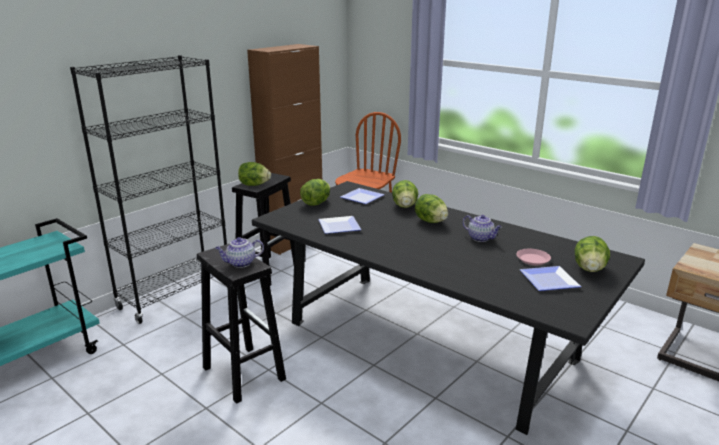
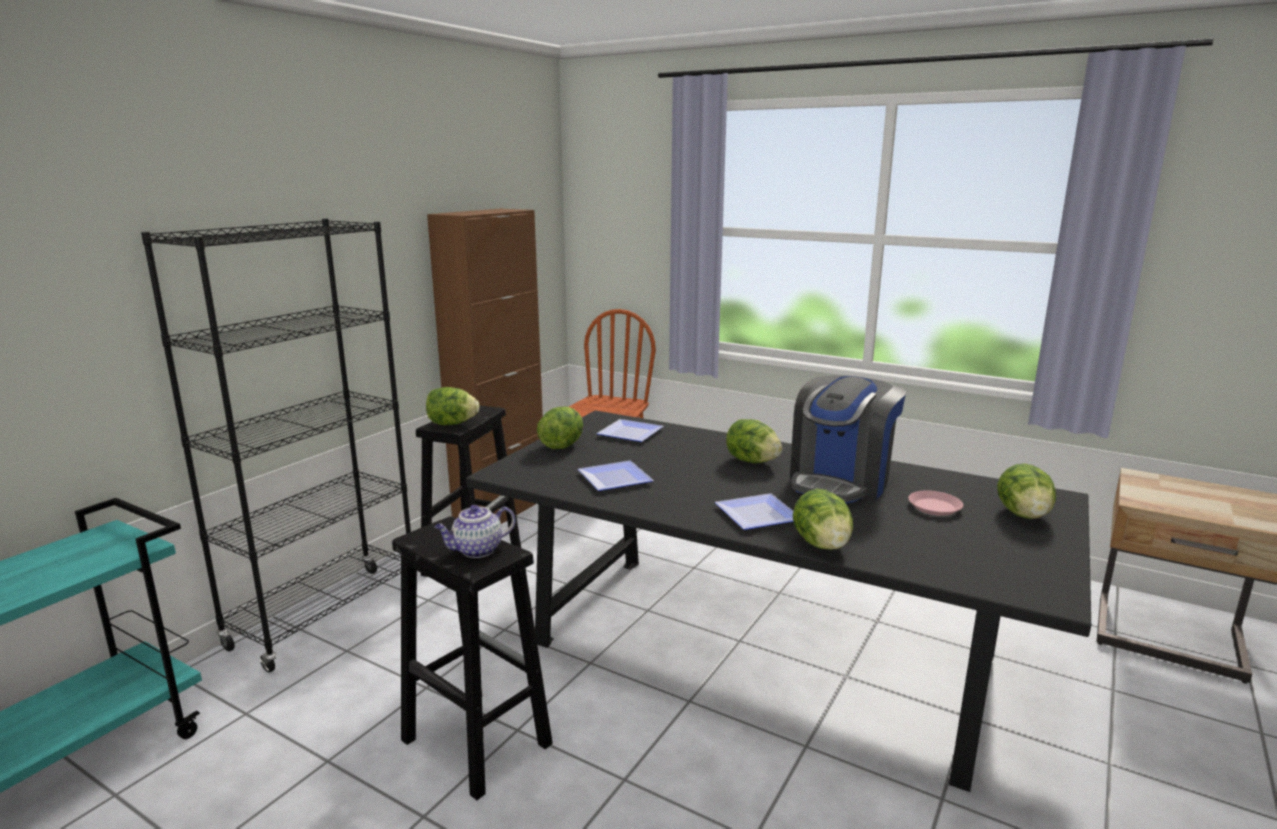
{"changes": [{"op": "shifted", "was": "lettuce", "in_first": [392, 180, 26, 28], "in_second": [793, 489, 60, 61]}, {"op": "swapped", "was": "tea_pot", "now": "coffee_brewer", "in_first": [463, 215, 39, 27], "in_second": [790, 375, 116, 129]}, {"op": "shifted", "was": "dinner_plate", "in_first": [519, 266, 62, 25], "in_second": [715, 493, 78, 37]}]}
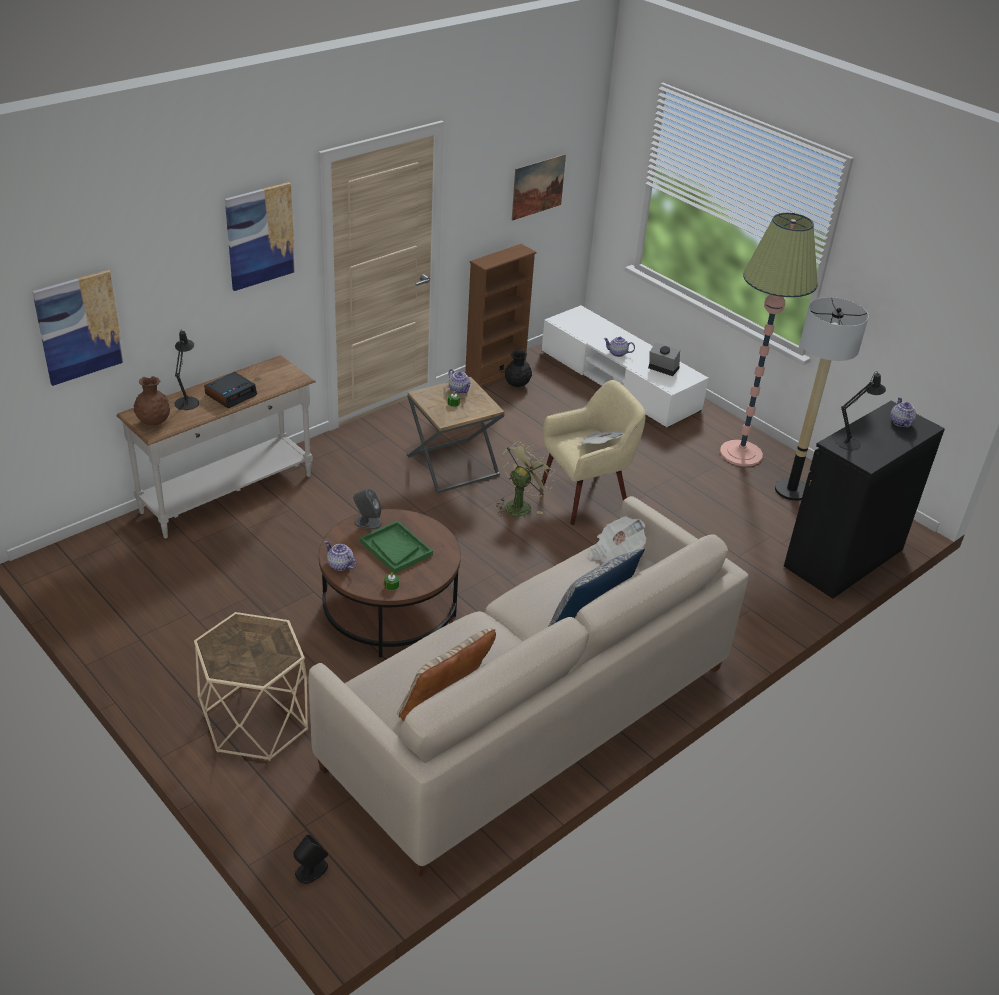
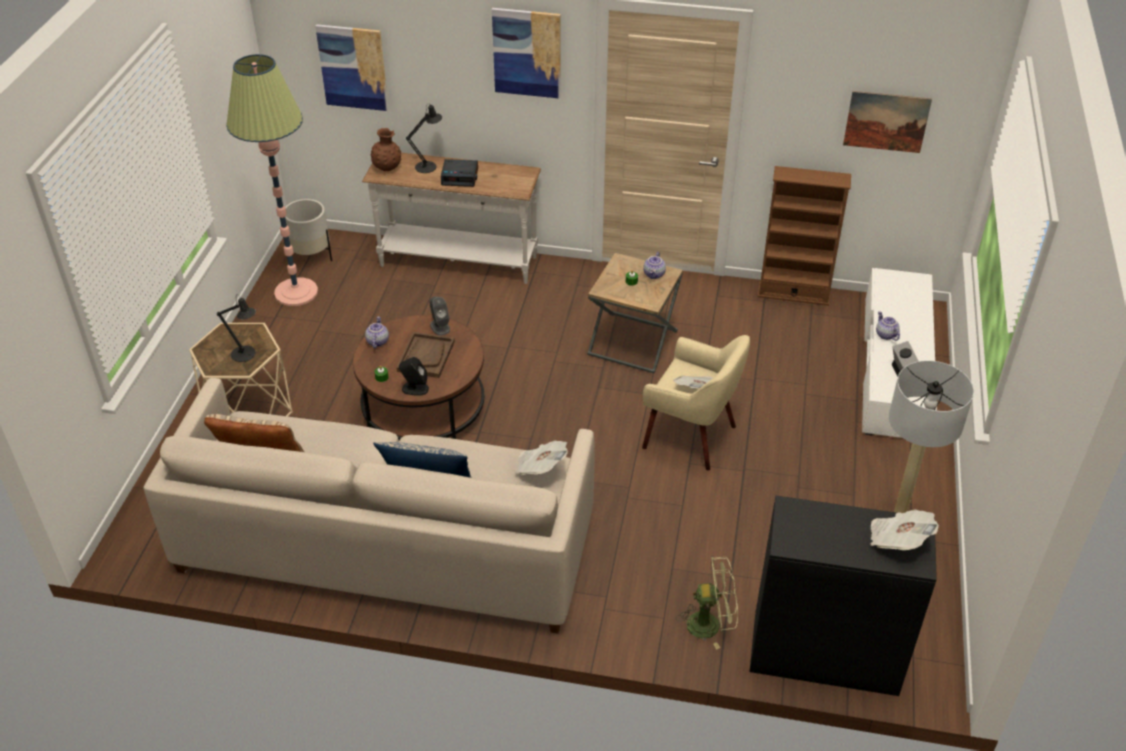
{"changes": [{"op": "shifted", "was": "black_speaker", "in_first": [293, 835, 35, 49], "in_second": [399, 357, 30, 39]}, {"op": "repainted", "was": "green_tray", "now": "brownish_tray", "in_first": [360, 520, 73, 54], "in_second": [396, 332, 59, 46]}, {"op": "shifted", "was": "green_electric_fan", "in_first": [496, 441, 59, 76], "in_second": [676, 556, 62, 93]}, {"op": "gone", "was": "black_vase", "in_first": [505, 350, 27, 37]}, {"op": "shifted", "was": "standard_lamp", "in_first": [720, 213, 98, 254], "in_second": [226, 54, 92, 252]}, {"op": "shifted", "was": "black_tabletop_lamp", "in_first": [835, 371, 51, 79], "in_second": [217, 295, 39, 67]}, {"op": "swapped", "was": "tea_pot", "now": "newspaper", "in_first": [890, 397, 26, 30], "in_second": [870, 509, 69, 41]}, {"op": "new", "now": "white-coloured_plant_pot", "in_second": [285, 199, 47, 62]}]}
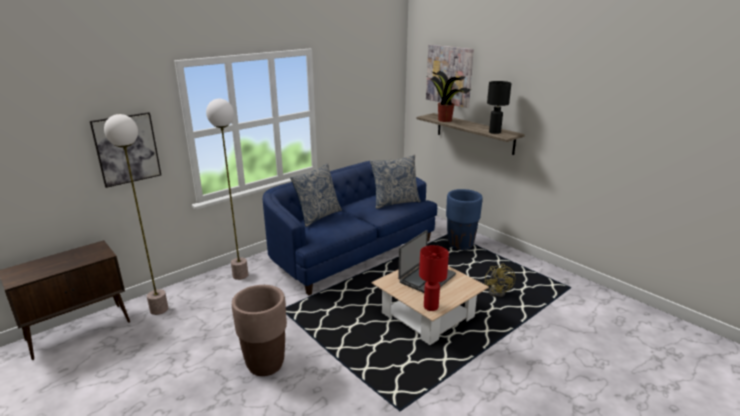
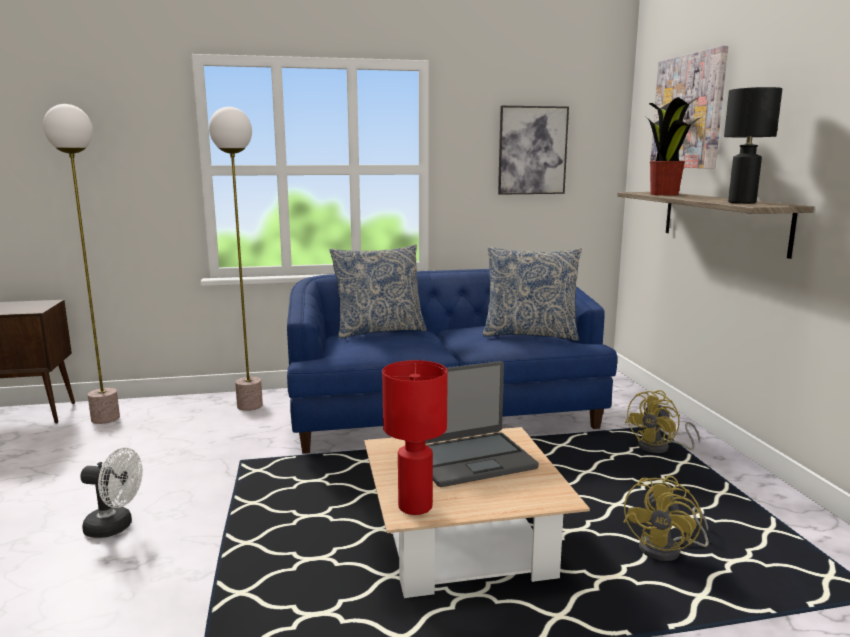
{"changes": [{"op": "shifted", "was": "wall_picture", "in_first": [90, 112, 71, 76], "in_second": [498, 106, 71, 89]}, {"op": "swapped", "was": "brownish_plant_pot", "now": "white-coloured_electric_fan", "in_first": [232, 285, 55, 91], "in_second": [80, 448, 63, 90]}, {"op": "swapped", "was": "blue_plant_pot", "now": "yellow_electric_fan", "in_first": [446, 189, 37, 61], "in_second": [625, 390, 75, 63]}]}
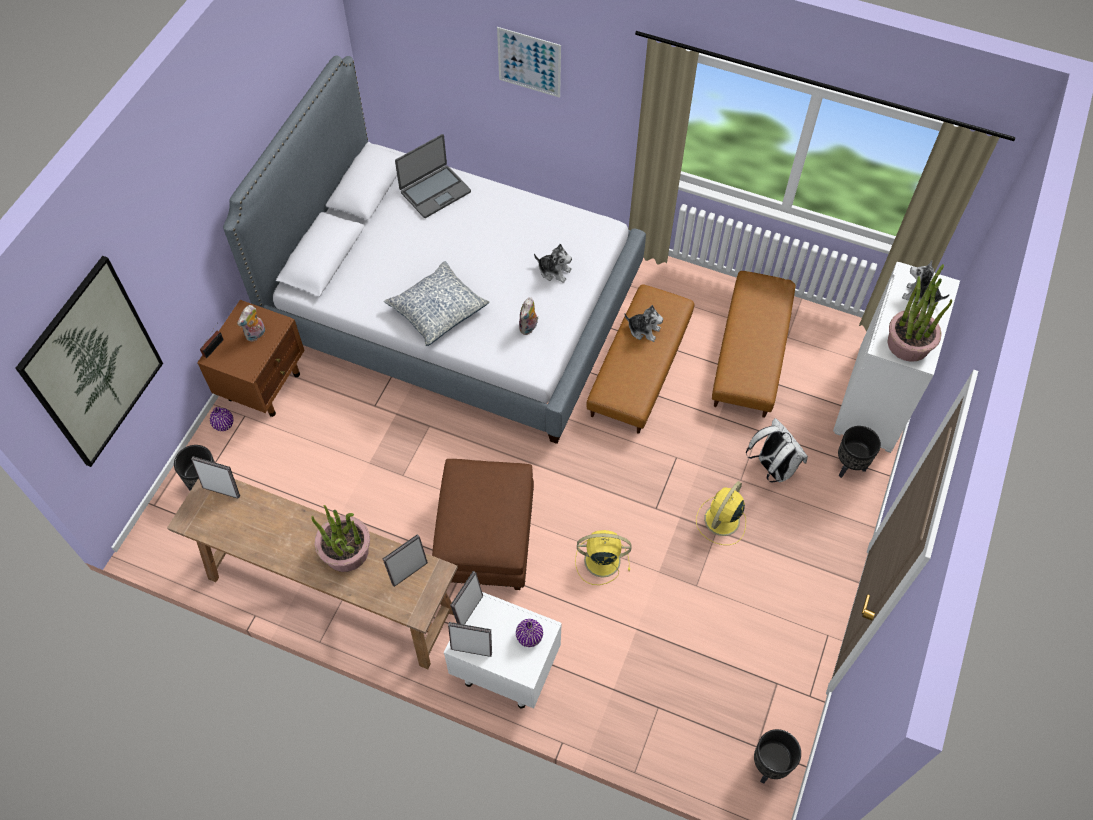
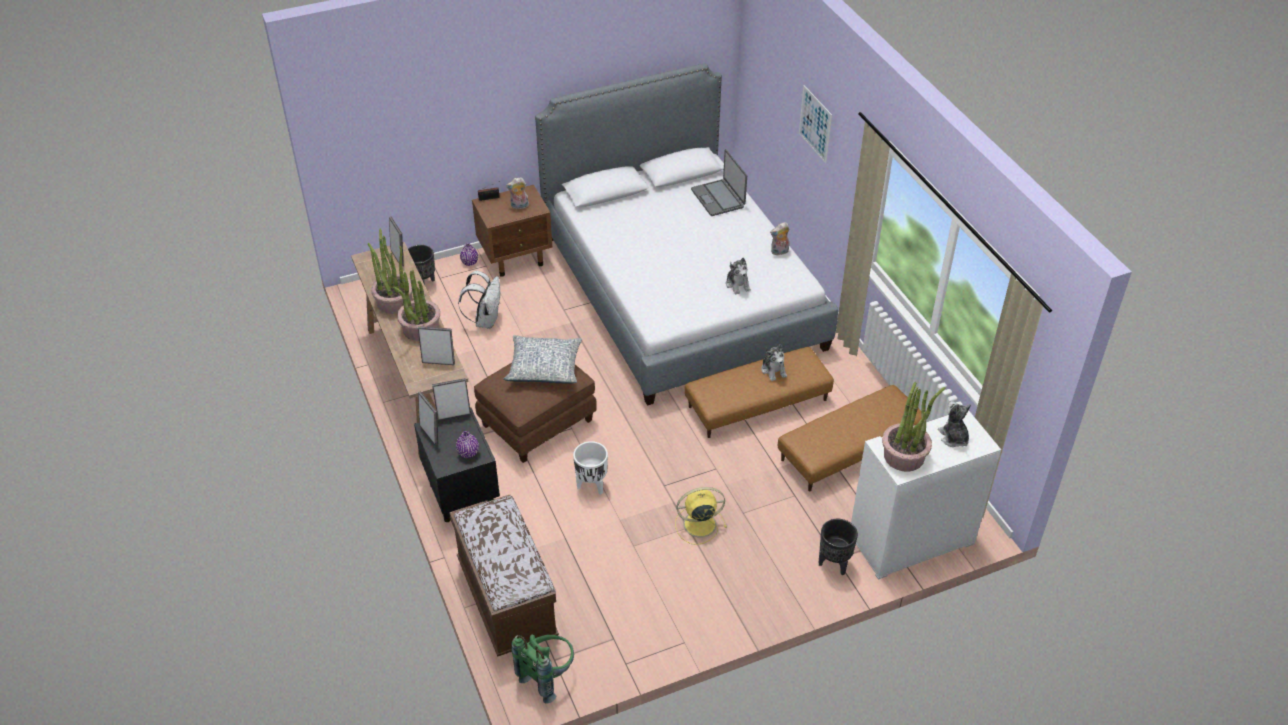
{"changes": [{"op": "gone", "was": "wall_picture", "in_first": [15, 256, 148, 211]}, {"op": "shifted", "was": "cushion", "in_first": [384, 261, 105, 85], "in_second": [504, 335, 78, 49]}, {"op": "rotated", "was": "portable_computer", "in_first": [395, 134, 76, 84], "in_second": [691, 149, 56, 67], "clockwise": 60}, {"op": "repainted", "was": "white-coloured_nightstand", "now": "black_nightstand", "in_first": [444, 592, 118, 117], "in_second": [414, 407, 86, 115]}, {"op": "shifted", "was": "cuddly_toy", "in_first": [519, 297, 20, 38], "in_second": [770, 222, 19, 33]}, {"op": "swapped", "was": "yellow_electric_fan", "now": "white-coloured_plant_pot", "in_first": [575, 530, 56, 55], "in_second": [573, 441, 35, 54]}, {"op": "shifted", "was": "white-coloured_knapsack", "in_first": [746, 418, 62, 65], "in_second": [458, 271, 42, 58]}, {"op": "swapped", "was": "black_plant_pot", "now": "green_knapsack", "in_first": [754, 729, 47, 54], "in_second": [511, 635, 63, 68]}, {"op": "new", "now": "plant_in_a_pot", "in_second": [368, 228, 44, 86]}, {"op": "new", "now": "brownish_long_seat", "in_second": [450, 495, 109, 162]}]}
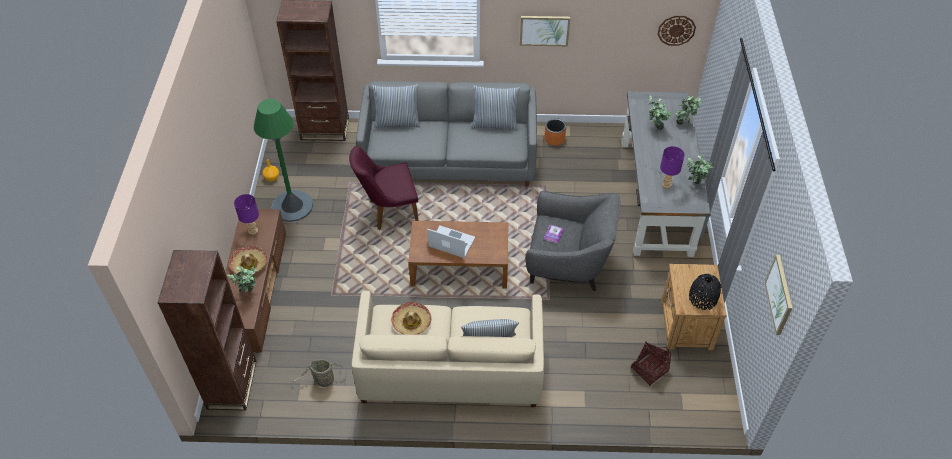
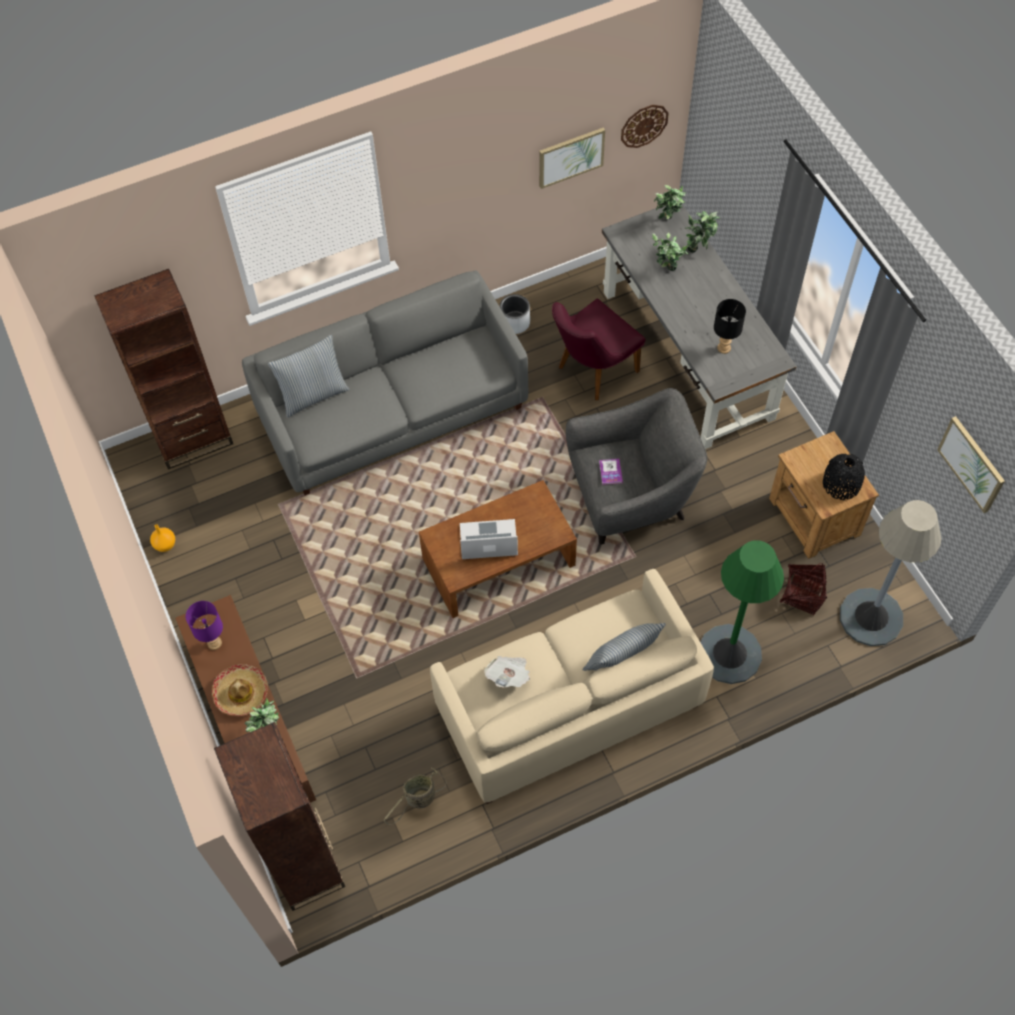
{"changes": [{"op": "shifted", "was": "green_standard_lamp", "in_first": [254, 99, 59, 123], "in_second": [700, 540, 84, 144]}, {"op": "shifted", "was": "purplish_upright_chair", "in_first": [349, 146, 70, 84], "in_second": [552, 298, 94, 102]}, {"op": "swapped", "was": "hat", "now": "newspaper", "in_first": [391, 302, 40, 33], "in_second": [484, 656, 46, 31]}, {"op": "gone", "was": "cushion", "in_first": [472, 86, 48, 45]}, {"op": "shifted", "was": "wall_picture", "in_first": [520, 16, 50, 30], "in_second": [539, 127, 66, 62]}, {"op": "repainted", "was": "orangey_plant_pot", "now": "greyish_plant_pot", "in_first": [544, 118, 22, 27], "in_second": [500, 294, 30, 40]}, {"op": "repainted", "was": "purplish_tabletop_lamp", "now": "black_tabletop_lamp", "in_first": [660, 146, 25, 43], "in_second": [714, 299, 32, 55]}, {"op": "shifted", "was": "plant_in_a_pot", "in_first": [687, 155, 27, 29], "in_second": [654, 185, 32, 34]}, {"op": "new", "now": "greyish_standard_lamp", "in_second": [840, 500, 102, 146]}]}
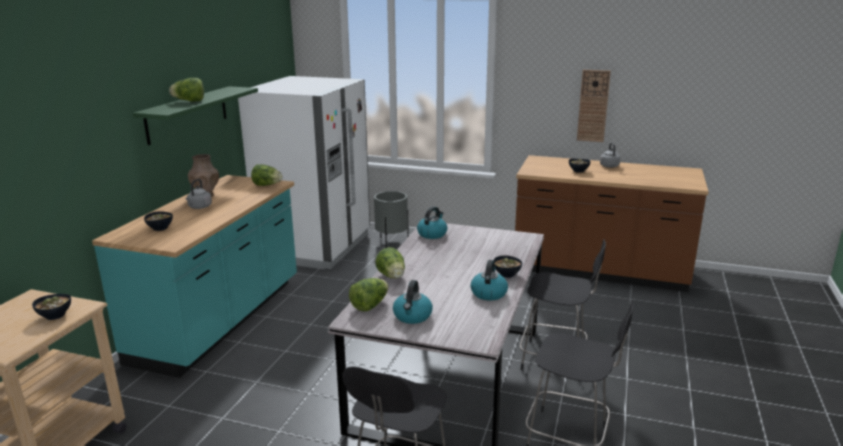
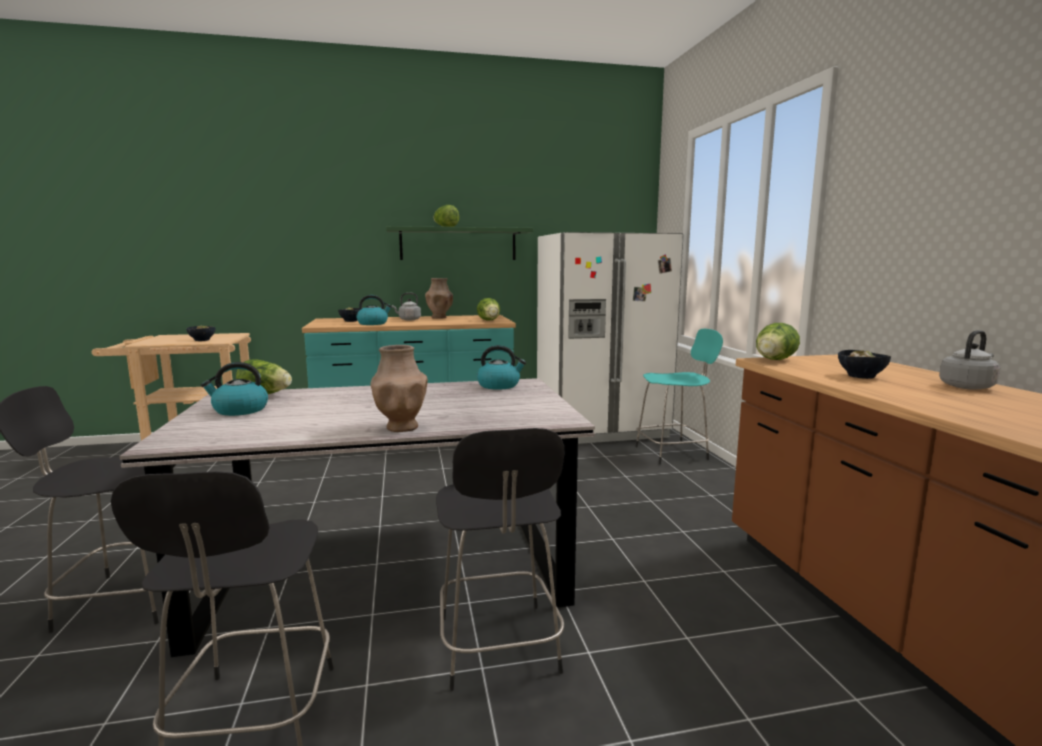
{"changes": [{"op": "swapped", "was": "greyish_plant_pot", "now": "turquoise_sitting_stool", "in_first": [374, 191, 35, 57], "in_second": [635, 329, 88, 135]}, {"op": "shifted", "was": "lettuce", "in_first": [376, 247, 29, 32], "in_second": [756, 323, 44, 37]}, {"op": "shifted", "was": "tea_kettle", "in_first": [471, 260, 37, 41], "in_second": [356, 295, 36, 30]}, {"op": "swapped", "was": "bowl", "now": "brownish_vase", "in_first": [494, 255, 28, 23], "in_second": [370, 345, 58, 87]}, {"op": "gone", "was": "wall_clock", "in_first": [577, 70, 34, 72]}]}
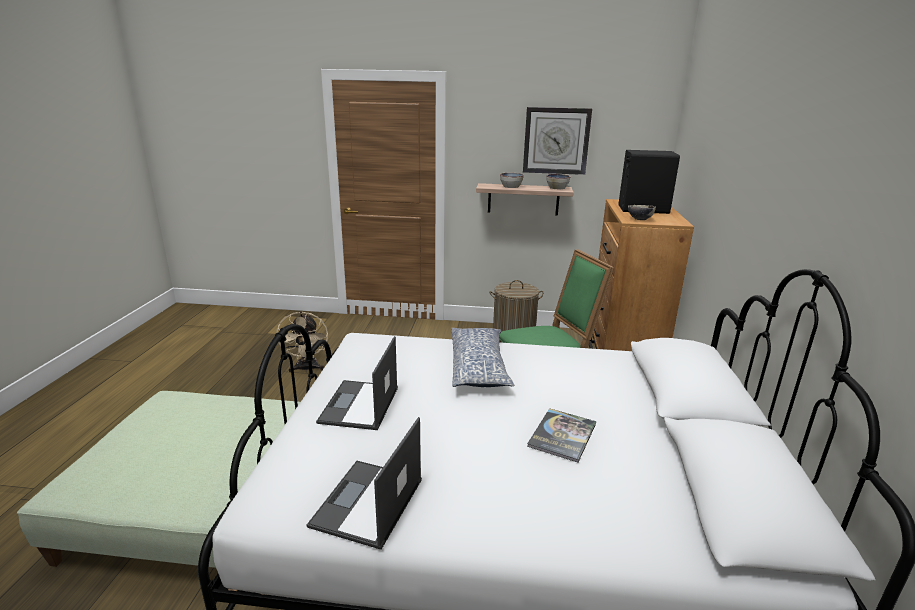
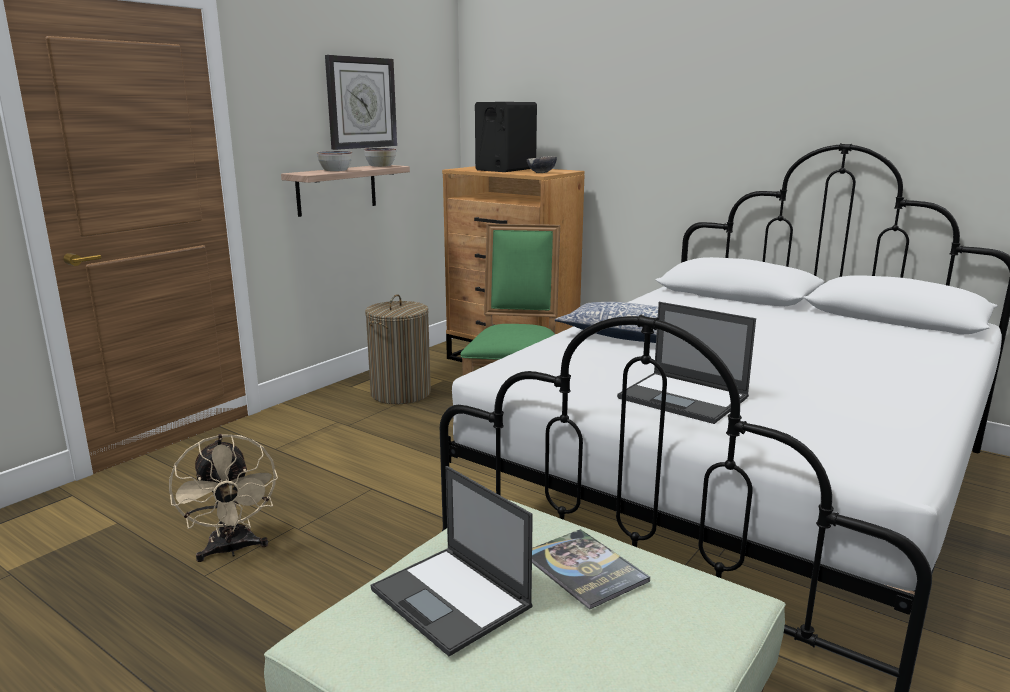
{"changes": [{"op": "rotated", "was": "beige-coloured_electric_fan", "in_first": [276, 311, 52, 61], "in_second": [169, 434, 109, 128], "clockwise": 45}, {"op": "shifted", "was": "portable_computer", "in_first": [307, 417, 115, 133], "in_second": [371, 466, 162, 190]}, {"op": "shifted", "was": "book", "in_first": [527, 408, 69, 54], "in_second": [532, 529, 118, 81]}]}
